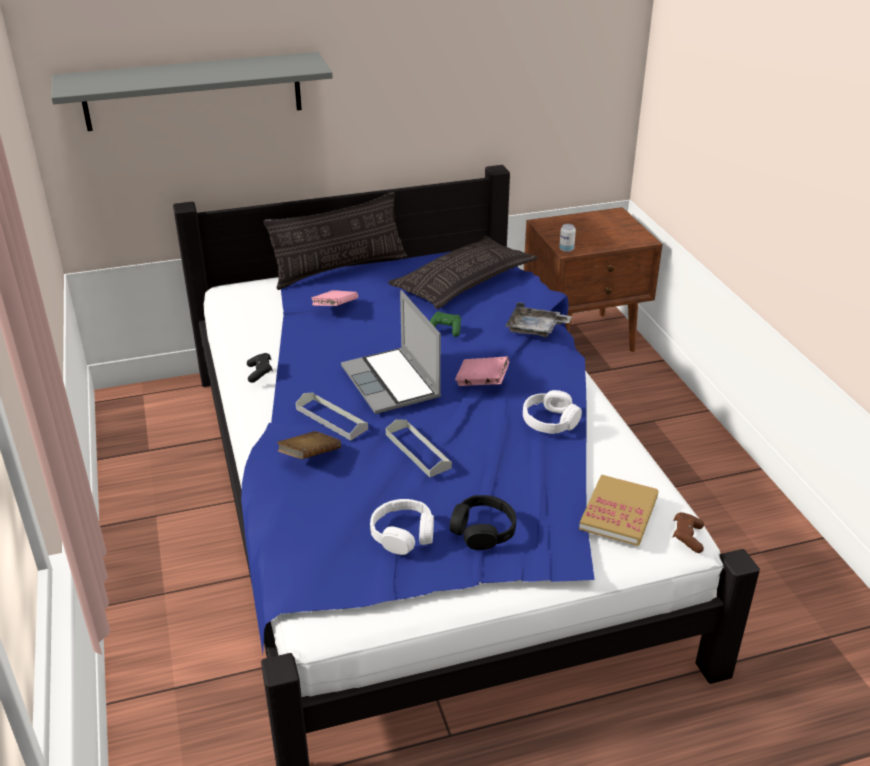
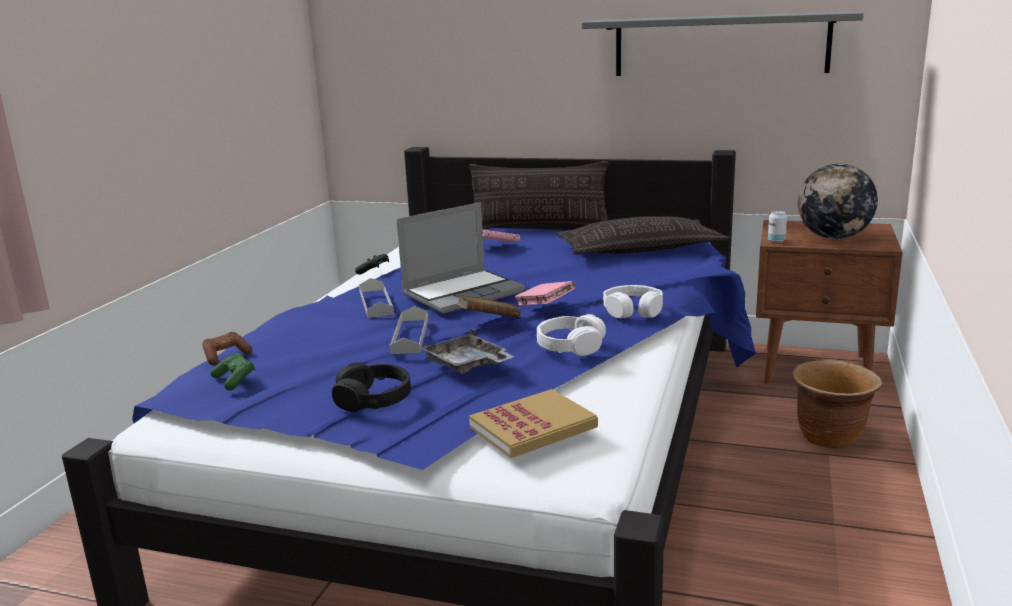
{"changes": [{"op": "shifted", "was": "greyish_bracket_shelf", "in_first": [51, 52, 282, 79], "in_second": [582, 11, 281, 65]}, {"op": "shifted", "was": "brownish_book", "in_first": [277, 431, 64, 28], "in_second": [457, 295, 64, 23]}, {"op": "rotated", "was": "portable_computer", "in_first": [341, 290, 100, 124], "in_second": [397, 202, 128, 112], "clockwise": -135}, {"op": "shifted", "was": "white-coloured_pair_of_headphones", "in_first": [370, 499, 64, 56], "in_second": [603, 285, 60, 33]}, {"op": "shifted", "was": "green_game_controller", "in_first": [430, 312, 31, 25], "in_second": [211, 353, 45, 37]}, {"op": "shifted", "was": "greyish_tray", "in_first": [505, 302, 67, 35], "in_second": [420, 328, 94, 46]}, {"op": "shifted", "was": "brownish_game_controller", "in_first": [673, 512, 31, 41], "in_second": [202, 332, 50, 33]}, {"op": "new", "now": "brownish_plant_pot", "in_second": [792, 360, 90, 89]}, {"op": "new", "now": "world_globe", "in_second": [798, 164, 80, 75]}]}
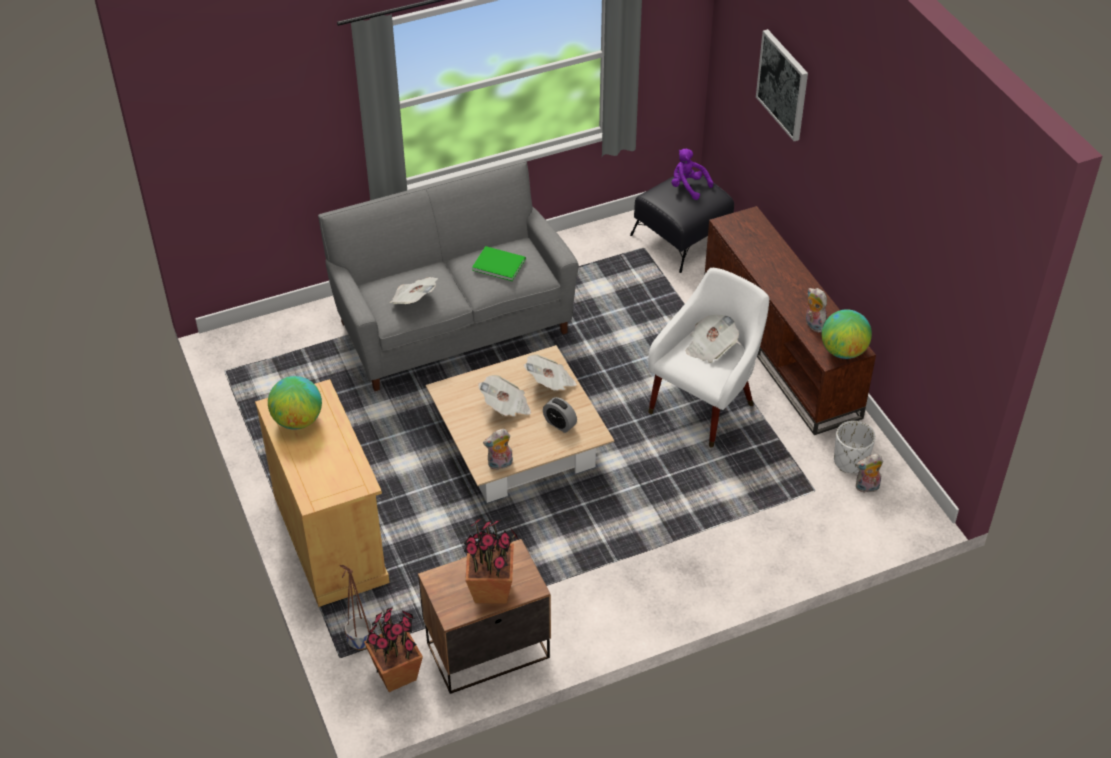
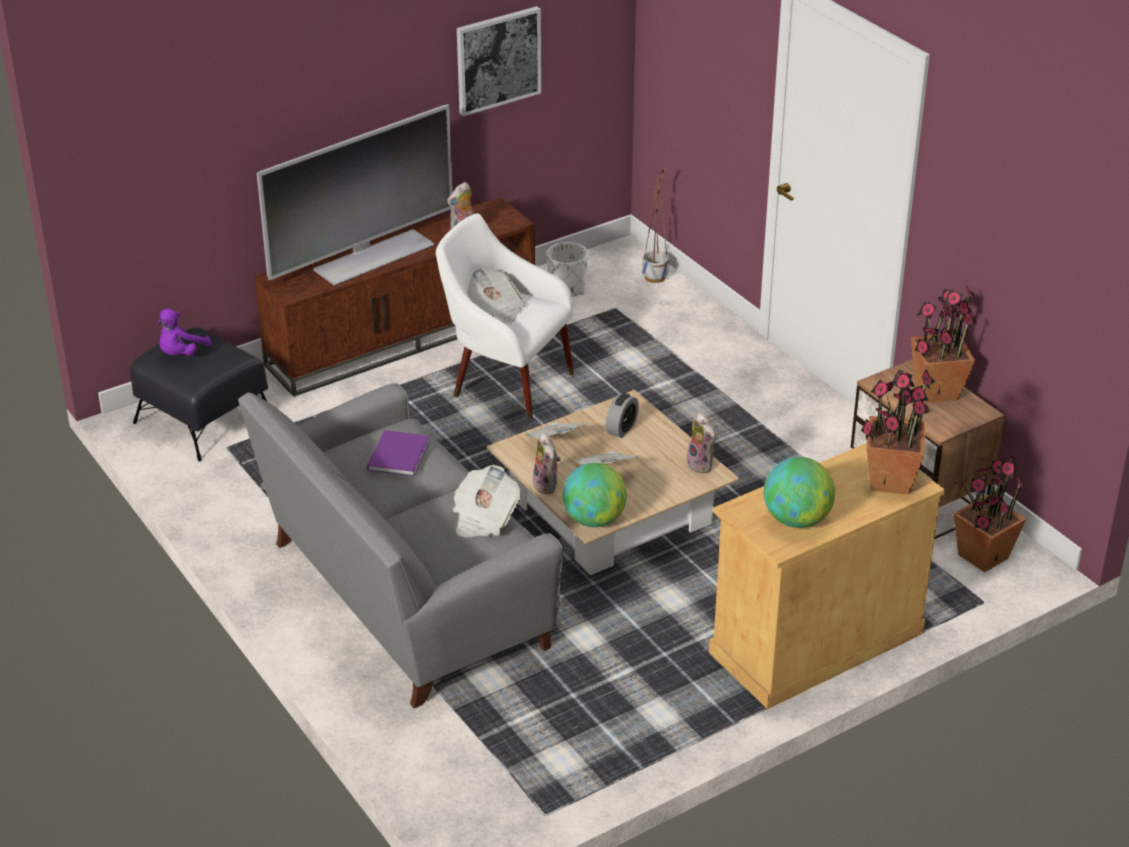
{"changes": [{"op": "shifted", "was": "plant_pot", "in_first": [339, 565, 34, 85], "in_second": [642, 167, 27, 116]}, {"op": "repainted", "was": "green_book", "now": "purplish_book", "in_first": [472, 246, 54, 35], "in_second": [367, 430, 63, 46]}, {"op": "shifted", "was": "wall_picture", "in_first": [756, 29, 52, 112], "in_second": [457, 6, 84, 110]}, {"op": "shifted", "was": "world_globe", "in_first": [822, 309, 50, 50], "in_second": [562, 463, 65, 64]}, {"op": "shifted", "was": "cuddly_toy", "in_first": [856, 454, 27, 39], "in_second": [533, 432, 28, 62]}, {"op": "new", "now": "TV_set", "in_second": [257, 104, 195, 181]}, {"op": "new", "now": "plant_in_a_pot", "in_second": [861, 369, 74, 126]}]}
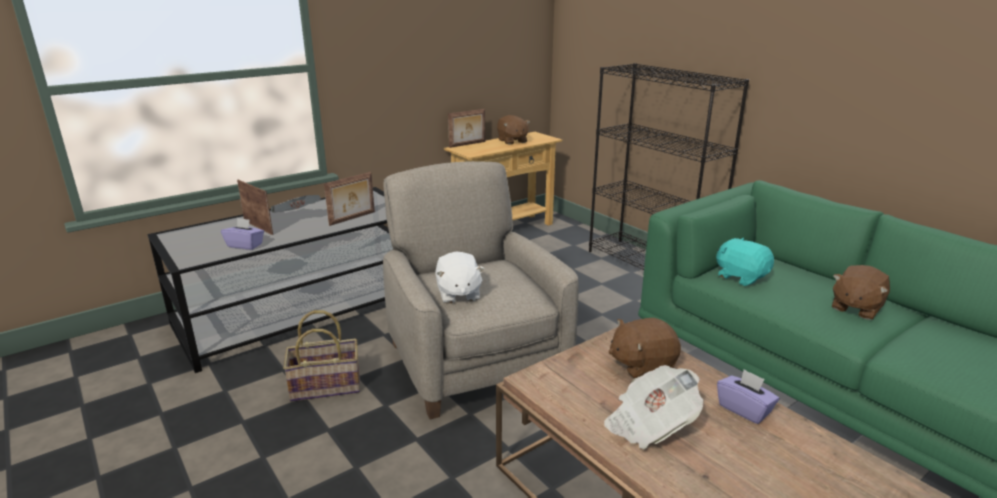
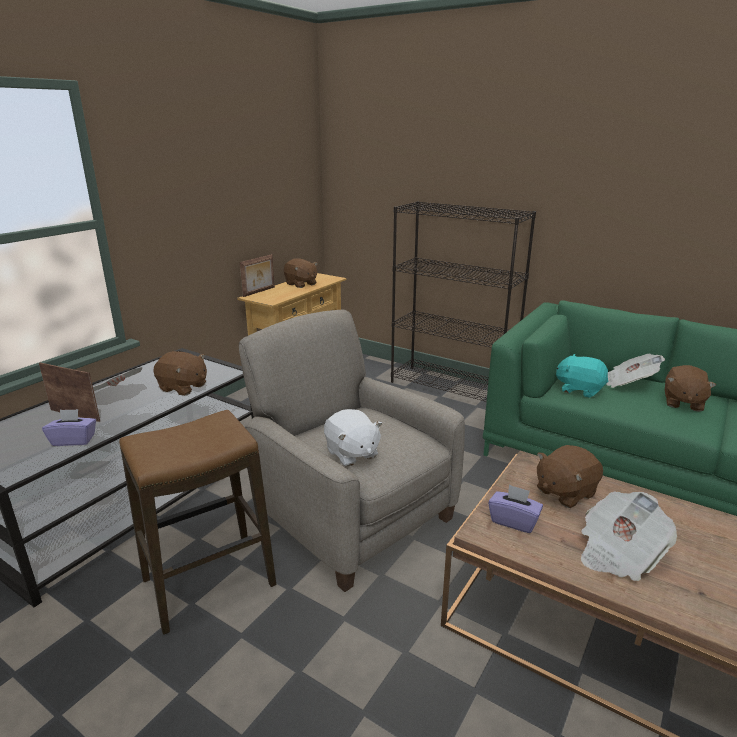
{"changes": [{"op": "swapped", "was": "storage_basket", "now": "sitting_stool", "in_first": [283, 310, 77, 92], "in_second": [119, 410, 157, 225]}, {"op": "swapped", "was": "picture_frame", "now": "brownish_cuddly_toy", "in_first": [324, 172, 51, 54], "in_second": [153, 351, 54, 45]}, {"op": "shifted", "was": "purplish_box_of_tissues", "in_first": [717, 369, 62, 55], "in_second": [488, 484, 55, 49]}, {"op": "new", "now": "newspaper", "in_second": [606, 354, 59, 34]}]}
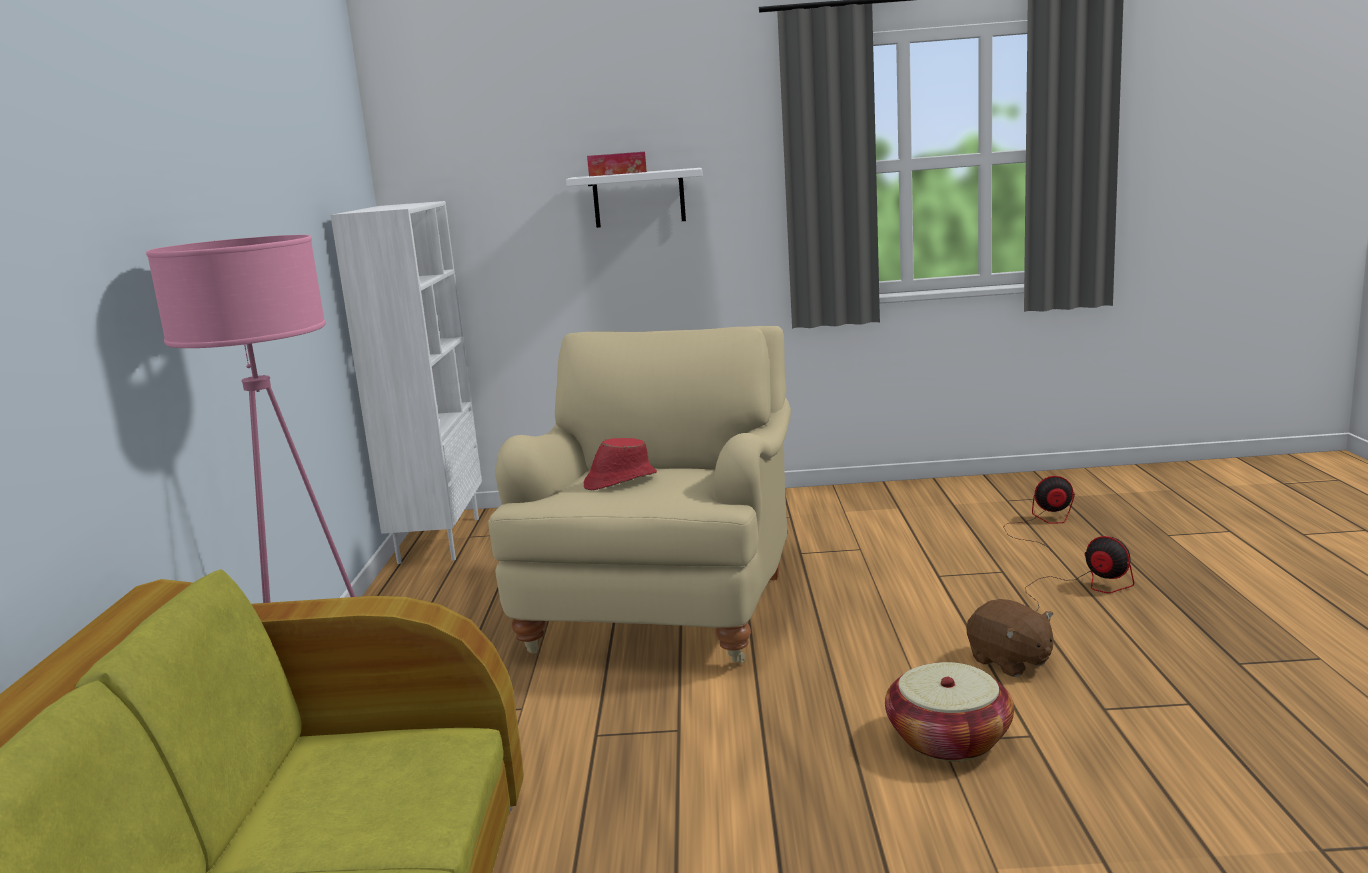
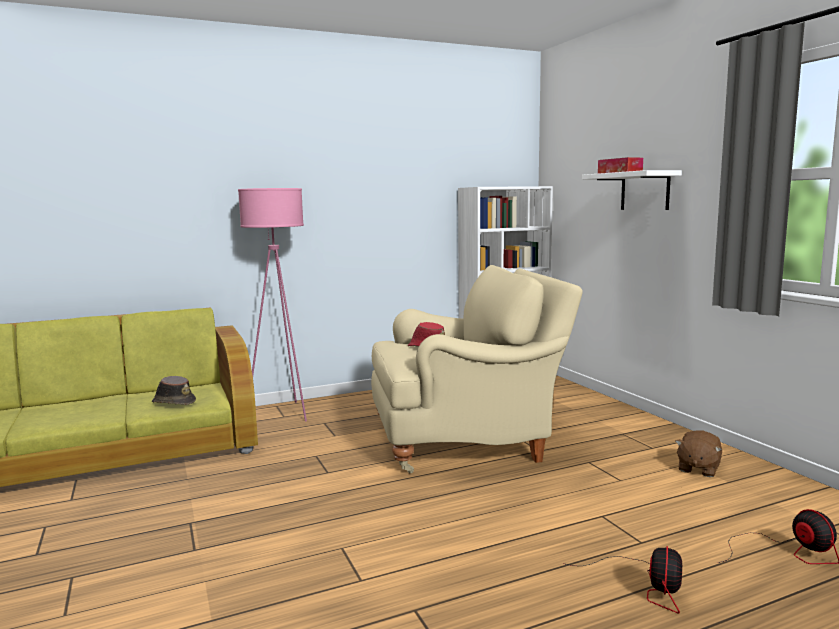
{"changes": [{"op": "gone", "was": "storage_basket", "in_first": [885, 662, 129, 99]}, {"op": "shifted", "was": "brownish_cuddly_toy", "in_first": [966, 599, 87, 78], "in_second": [675, 430, 47, 47]}, {"op": "new", "now": "brownish_hat", "in_second": [152, 376, 44, 29]}]}
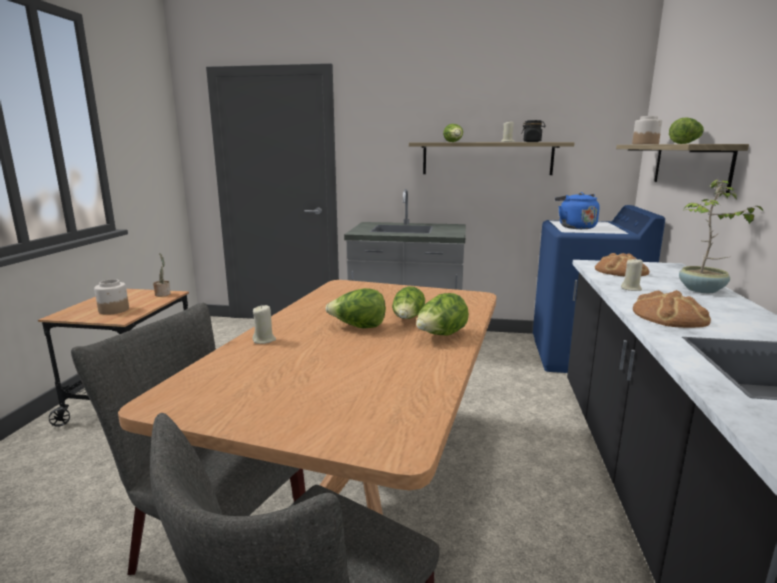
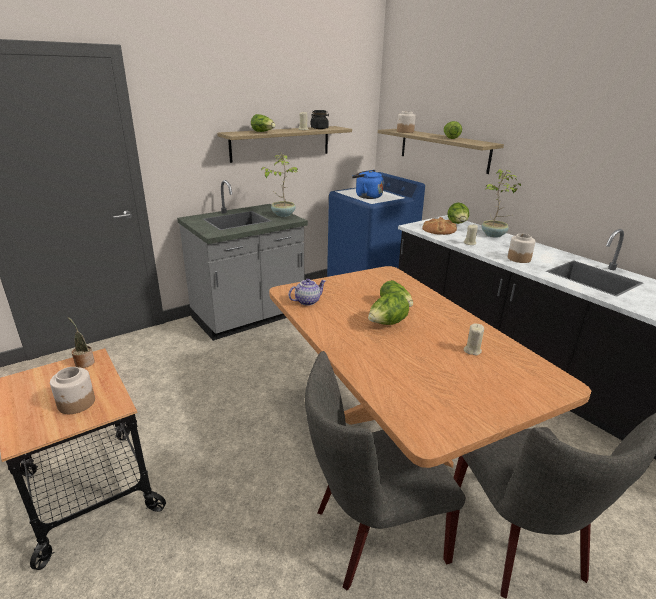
{"changes": [{"op": "shifted", "was": "beige-coloured_candle", "in_first": [253, 305, 23, 39], "in_second": [464, 324, 20, 31]}, {"op": "shifted", "was": "lettuce", "in_first": [416, 293, 53, 42], "in_second": [447, 202, 22, 22]}, {"op": "swapped", "was": "bread", "now": "preserve_jar", "in_first": [633, 290, 78, 38], "in_second": [508, 234, 28, 29]}, {"op": "new", "now": "plant_in_a_pot", "in_second": [261, 153, 38, 64]}, {"op": "new", "now": "tea_pot", "in_second": [289, 278, 37, 28]}]}
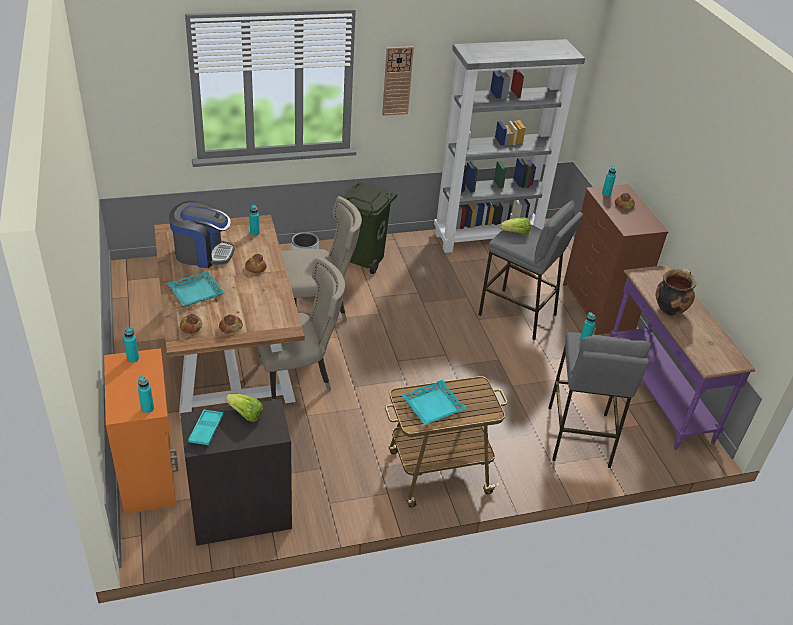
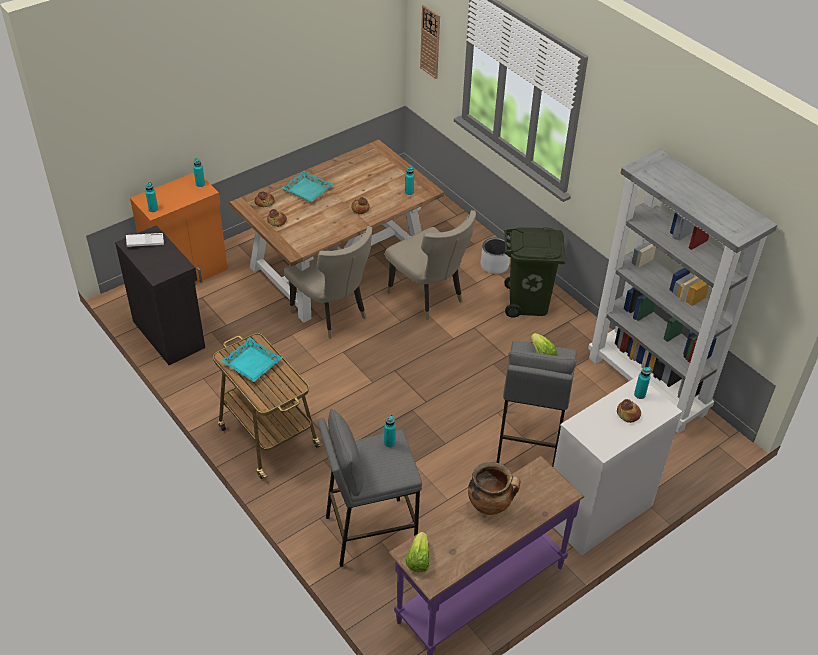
{"changes": [{"op": "gone", "was": "coffee_brewer", "in_first": [169, 201, 65, 67]}, {"op": "repainted", "was": "turquoise_tray", "now": "white-coloured_tray", "in_first": [188, 409, 36, 36], "in_second": [126, 233, 38, 14]}, {"op": "shifted", "was": "lettuce", "in_first": [225, 394, 38, 28], "in_second": [405, 532, 24, 40]}, {"op": "shifted", "was": "wall_clock", "in_first": [382, 46, 32, 70], "in_second": [420, 5, 20, 74]}, {"op": "repainted", "was": "brownish_dresser", "now": "white-coloured_dresser", "in_first": [563, 184, 105, 151], "in_second": [553, 376, 129, 179]}]}
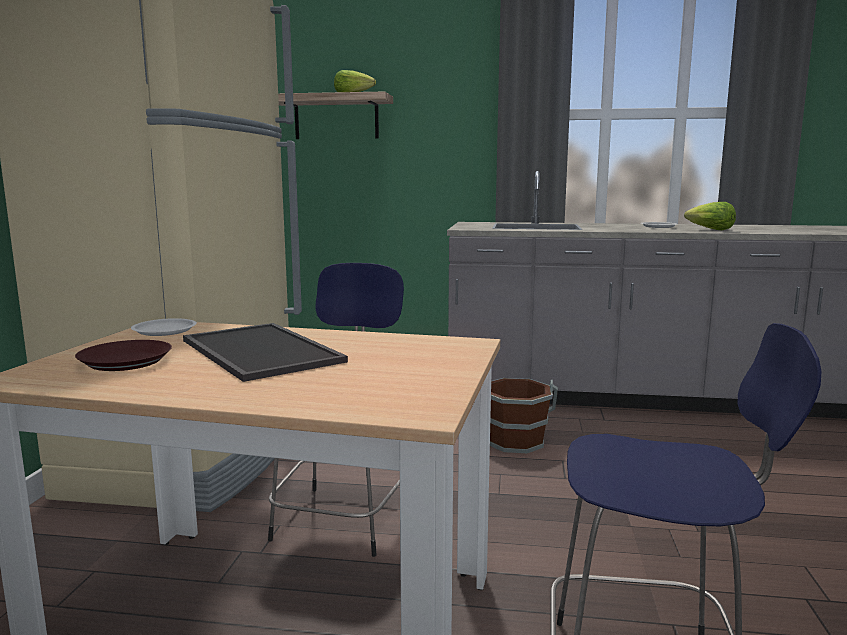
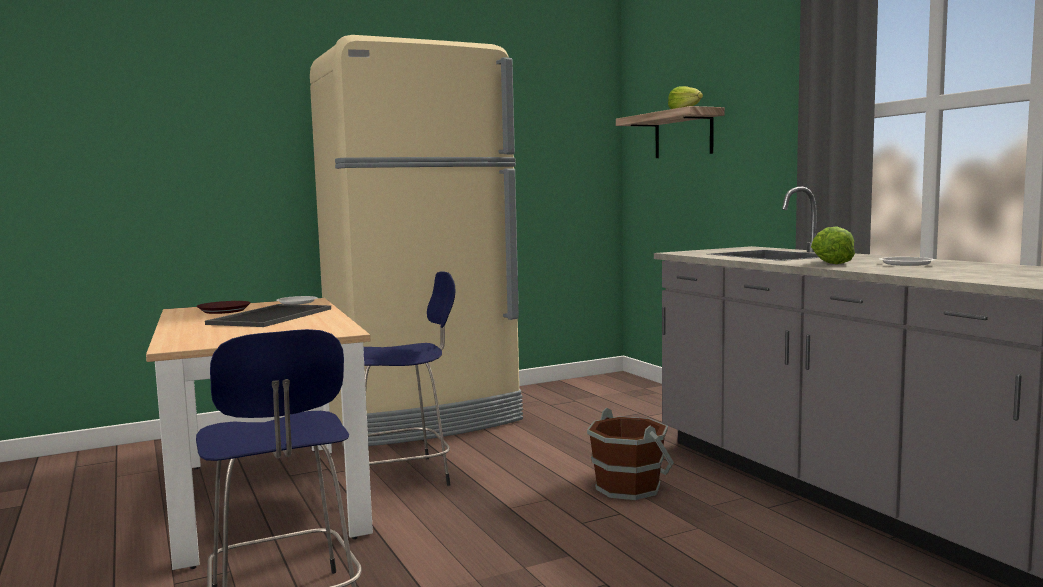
{"changes": [{"op": "shifted", "was": "lettuce", "in_first": [684, 202, 52, 28], "in_second": [811, 226, 44, 38]}]}
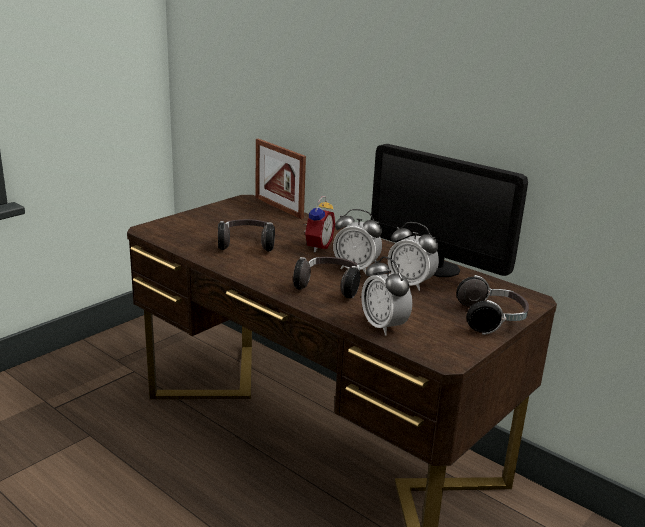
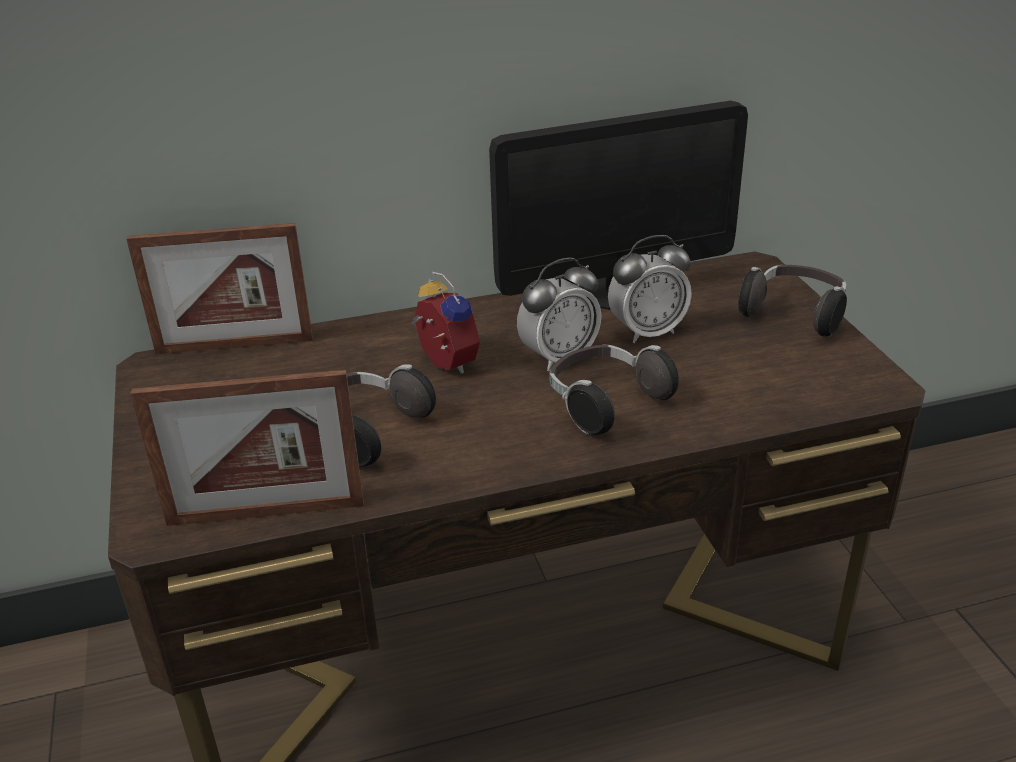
{"changes": [{"op": "gone", "was": "table_clock", "in_first": [361, 256, 51, 79]}, {"op": "new", "now": "picture_frame", "in_second": [130, 370, 234, 156]}]}
